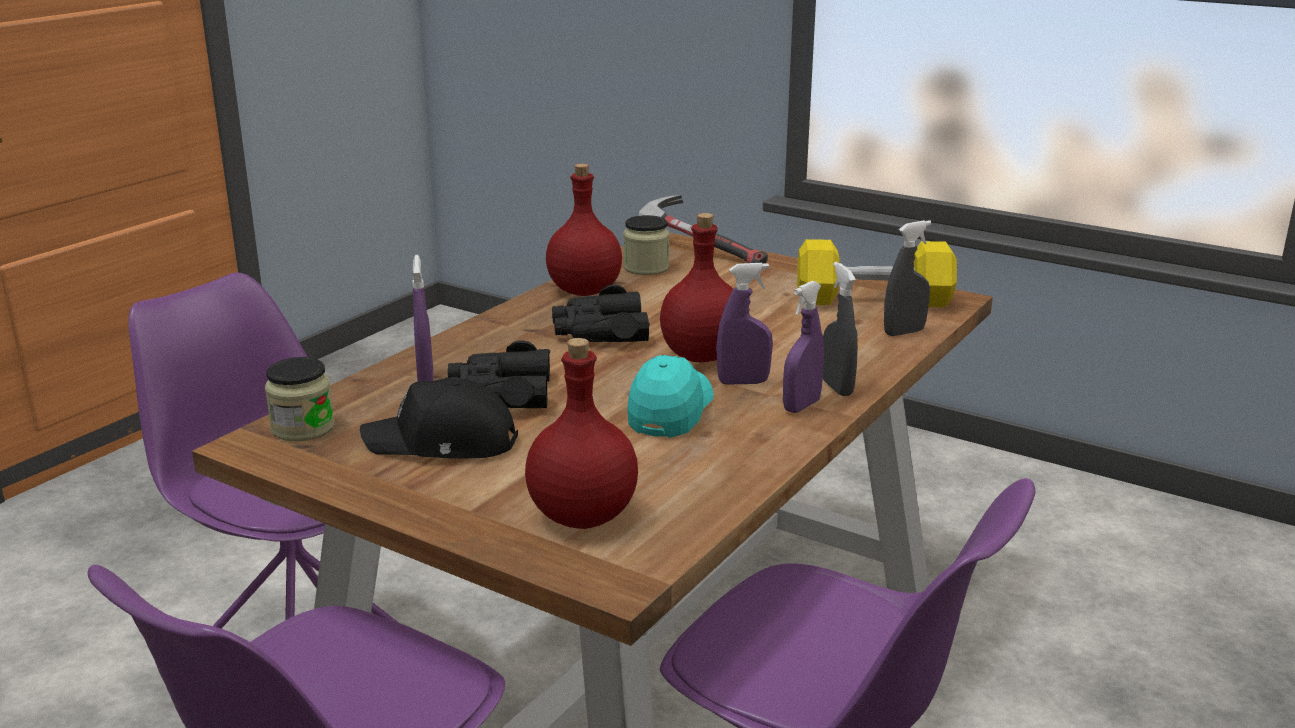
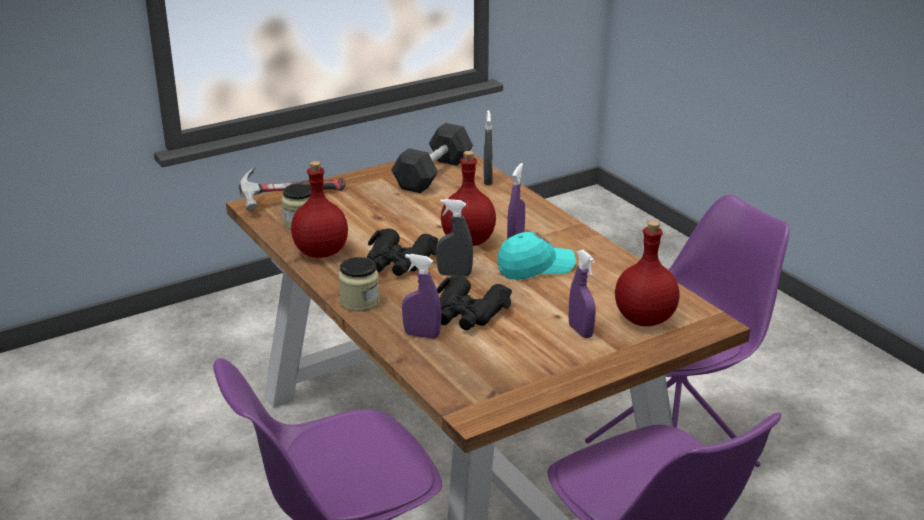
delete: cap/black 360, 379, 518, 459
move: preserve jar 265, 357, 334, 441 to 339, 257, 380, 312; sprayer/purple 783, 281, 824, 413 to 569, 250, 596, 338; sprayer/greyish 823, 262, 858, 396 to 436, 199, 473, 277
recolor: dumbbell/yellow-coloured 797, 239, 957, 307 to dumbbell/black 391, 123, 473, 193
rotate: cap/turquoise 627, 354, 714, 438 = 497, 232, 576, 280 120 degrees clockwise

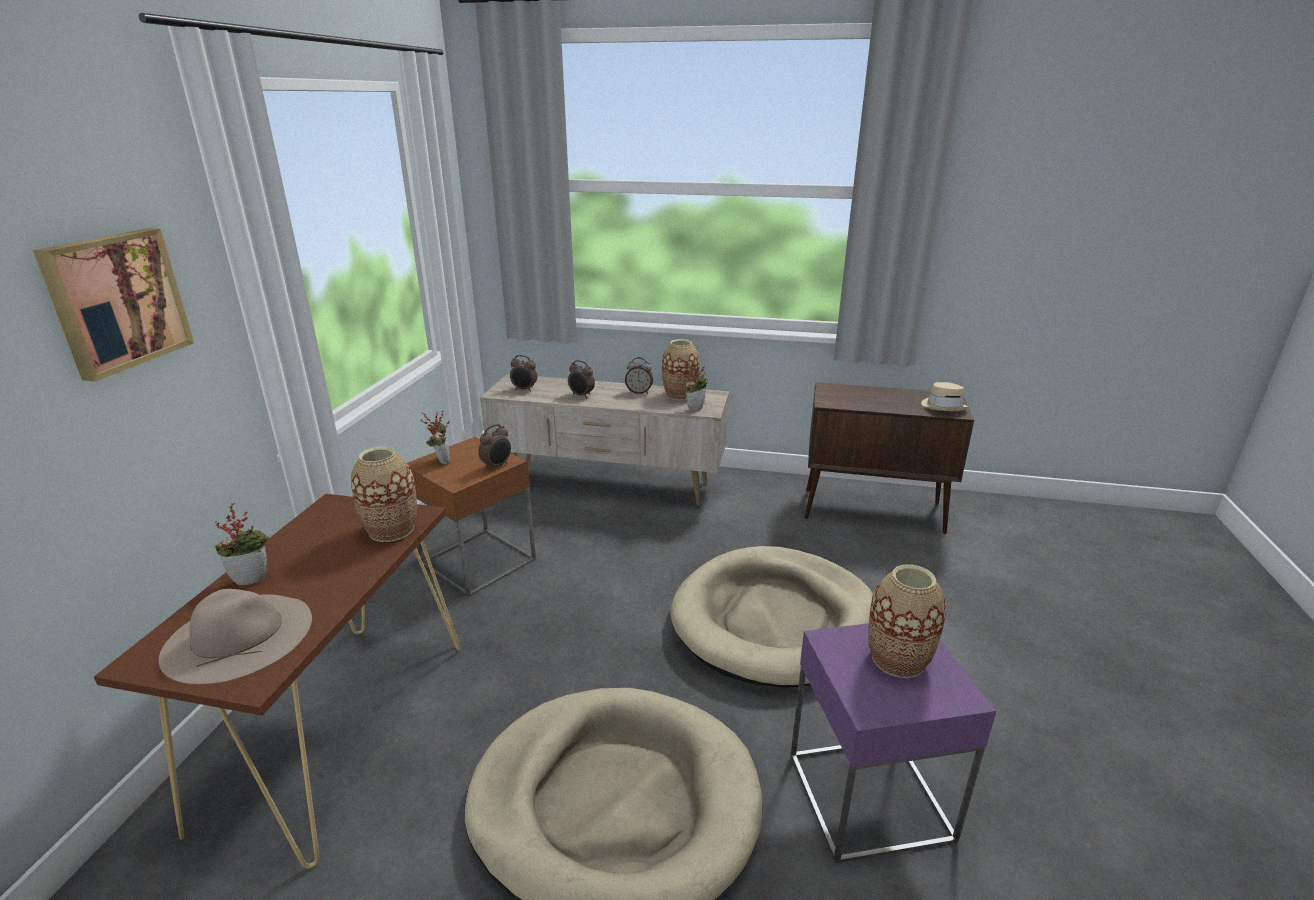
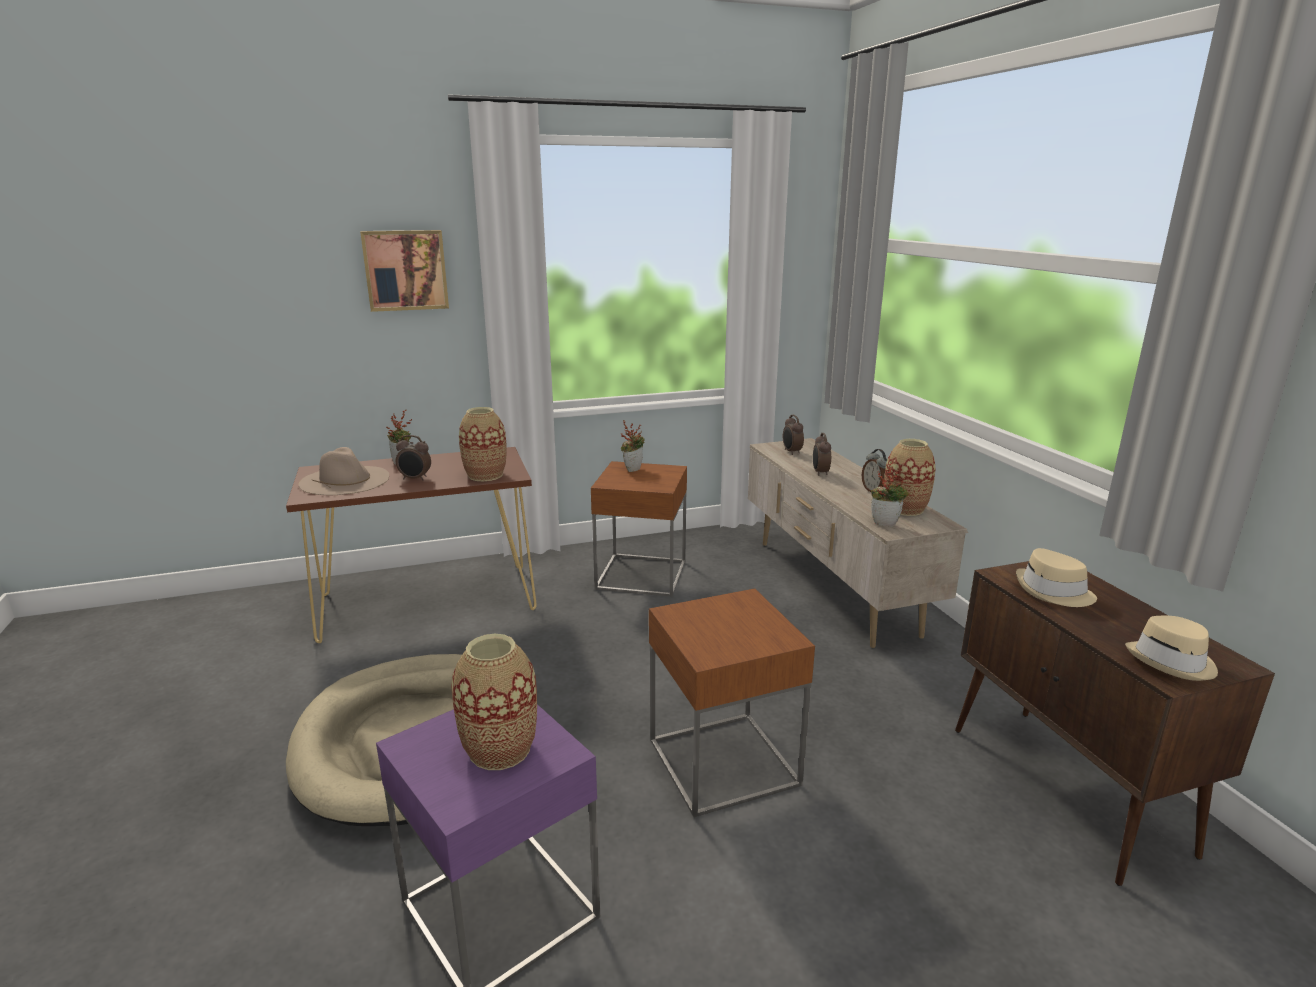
insert: hat/sand-coloured 1016, 548, 1097, 607
move: alarm clock 478, 424, 511, 471 to 396, 435, 431, 481
replace: dog bed/sand-coloured 670, 546, 873, 688 to accent table/brownish 649, 588, 815, 817

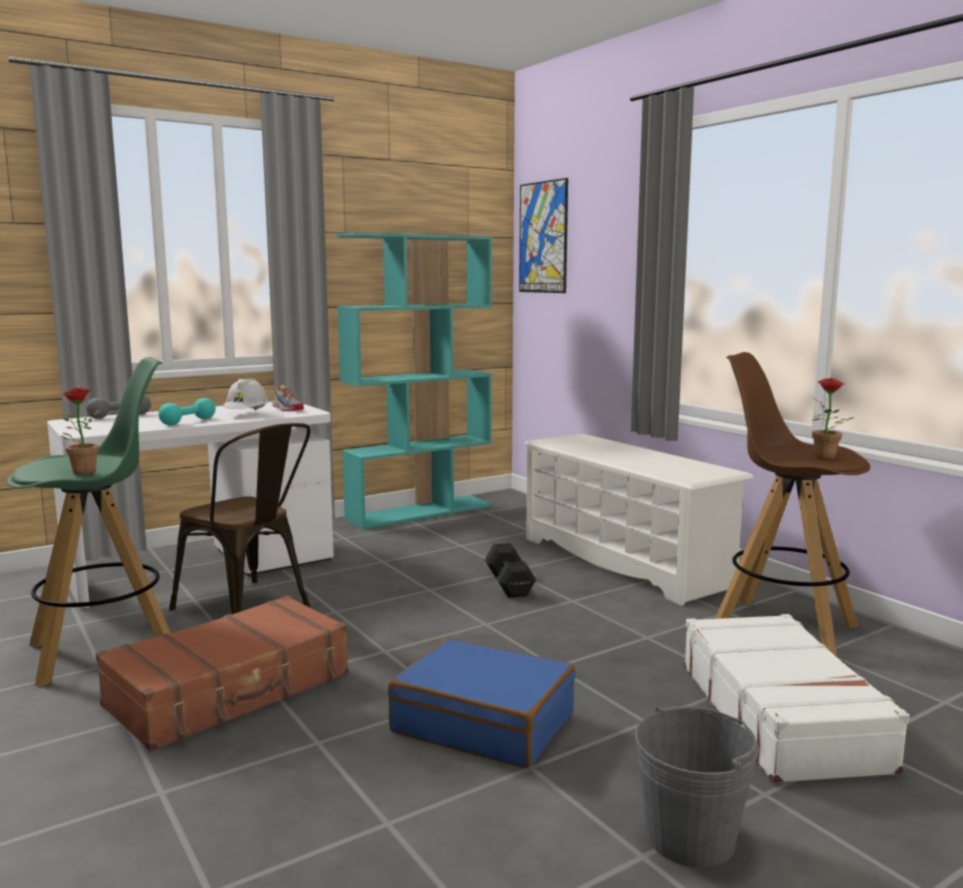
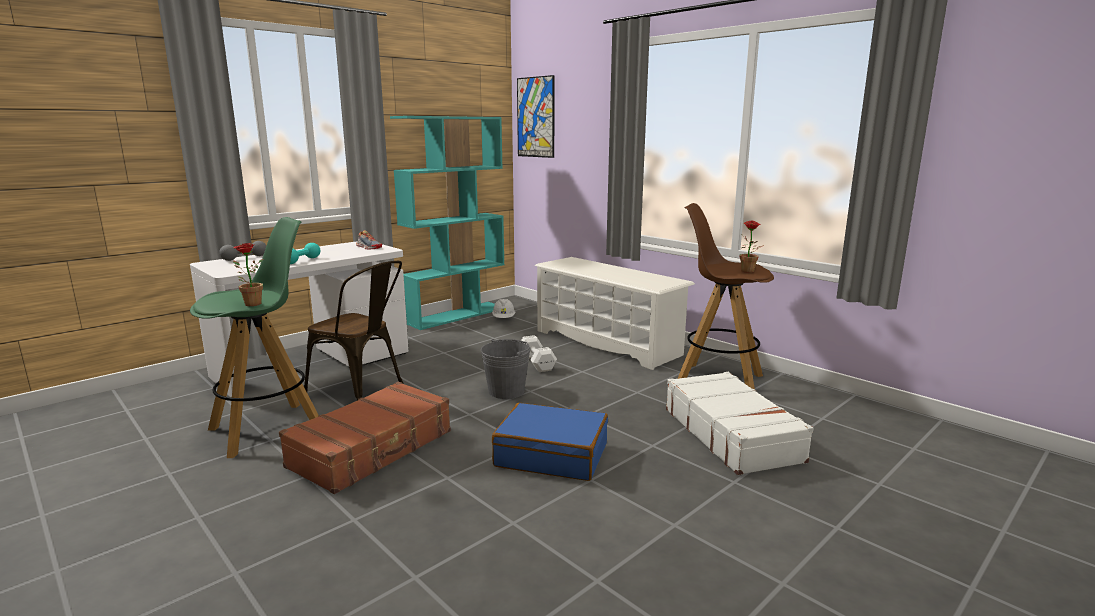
move: hard hat/whitish 223, 379, 269, 411 to 492, 299, 515, 318; bucket/greyish 635, 705, 759, 868 to 481, 339, 531, 399
recolor: dumbbell/black 485, 543, 536, 598 to dumbbell/whitish 521, 335, 557, 372

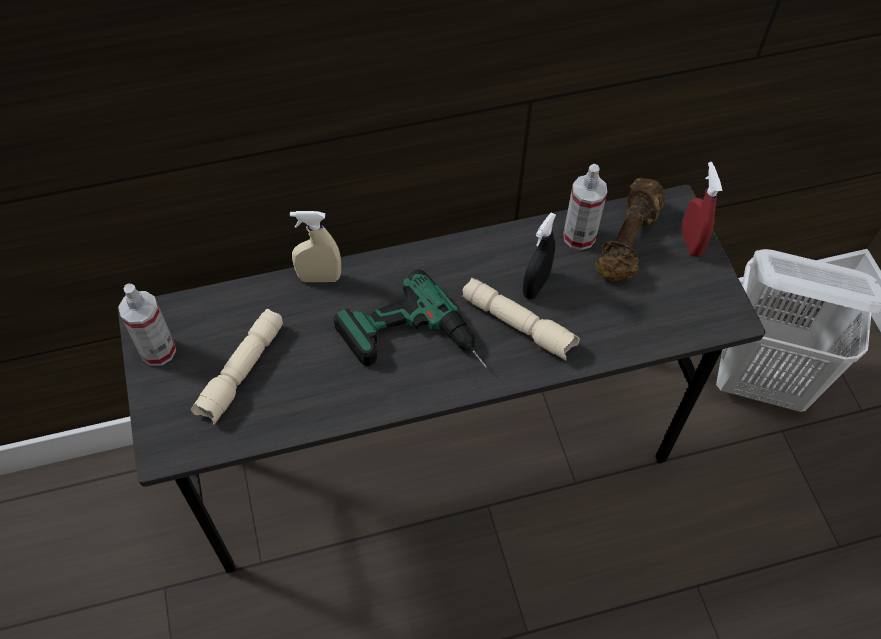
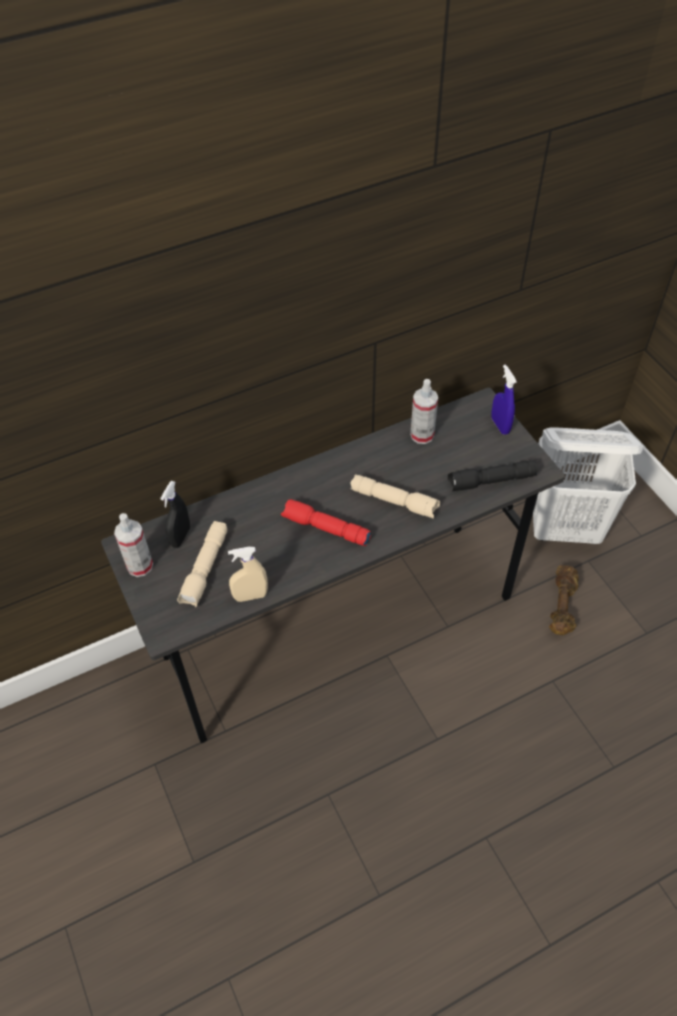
insert: hand torch/black 448, 460, 538, 492
move: sprayer/sand-coloured 290, 211, 341, 282 to 228, 547, 268, 602; sprayer/black 523, 213, 556, 299 to 160, 481, 190, 548; dumbbell/brownish 595, 178, 665, 281 to 549, 565, 579, 635
replace: drill 333, 269, 487, 368 to hand torch/red-coloured 281, 499, 371, 546
recolor: sprayer/red-coloured 681, 162, 723, 257 to sprayer/blue 491, 365, 517, 435

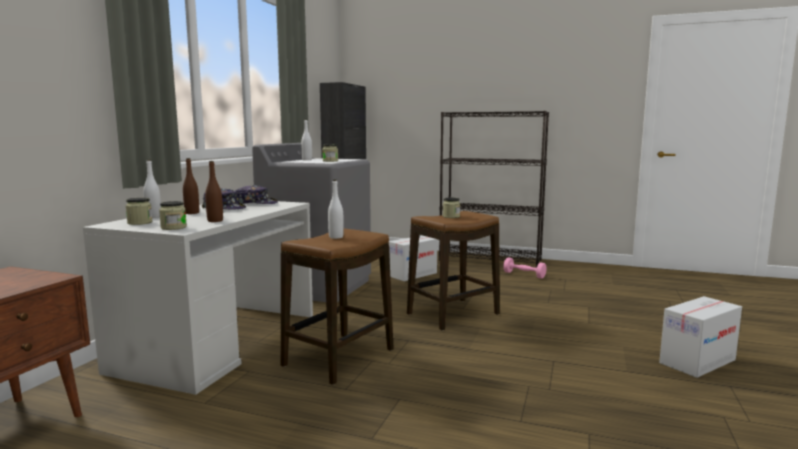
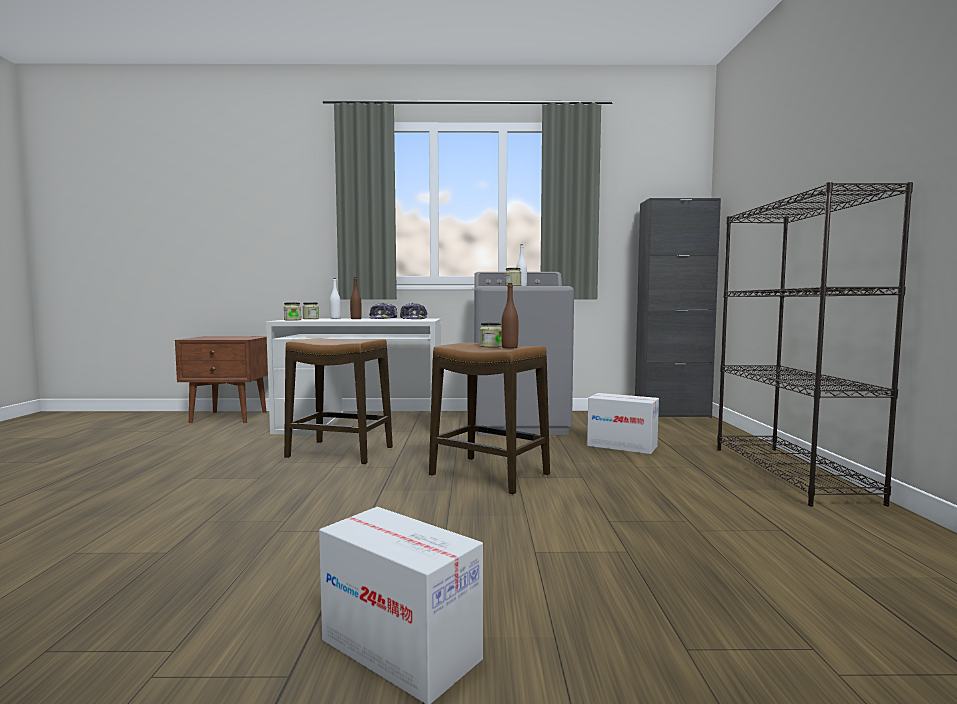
delete: bottle/whitish 328, 180, 344, 239; dumbbell/pinkish 503, 258, 547, 279
move: bottle/brownish 205, 161, 223, 222 to 501, 283, 518, 349

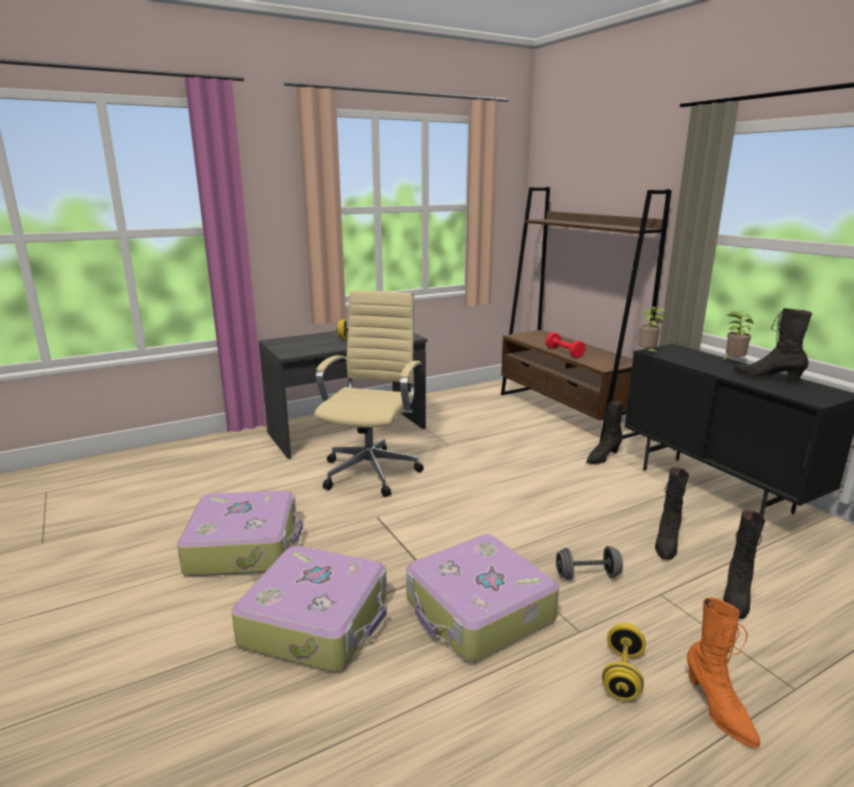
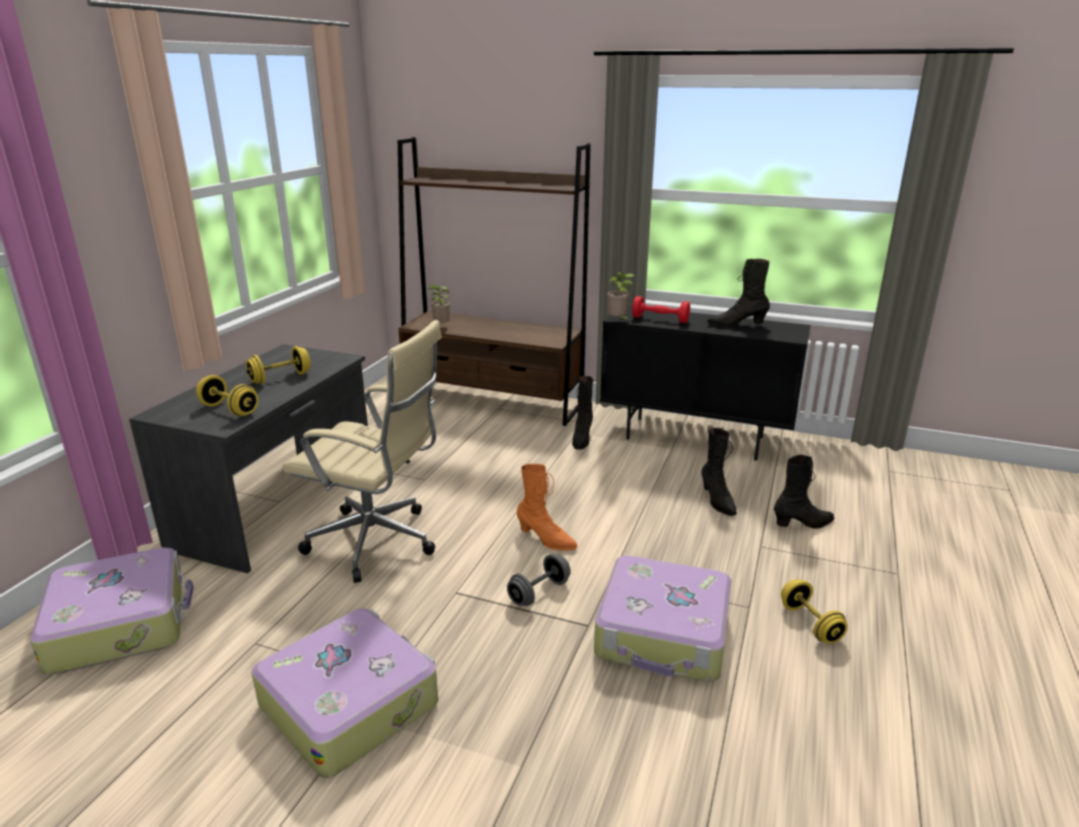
insert: dumbbell/yellow-coloured 196, 375, 259, 417
move: suitcase 232, 546, 387, 672 to 30, 547, 194, 675; dumbbell/red-coloured 546, 332, 586, 358 to 632, 296, 690, 323; dumbbell/greyish 556, 546, 623, 580 to 507, 554, 571, 606; boot/orange 687, 597, 760, 748 to 517, 464, 577, 551; houseplant 720, 312, 754, 362 to 428, 285, 450, 323
rotate: desk chair/sand-coloured 314, 290, 424, 497 = 282, 320, 442, 583 135 degrees clockwise; boot/black 723, 510, 765, 619 = 774, 455, 834, 529 90 degrees counterclockwise

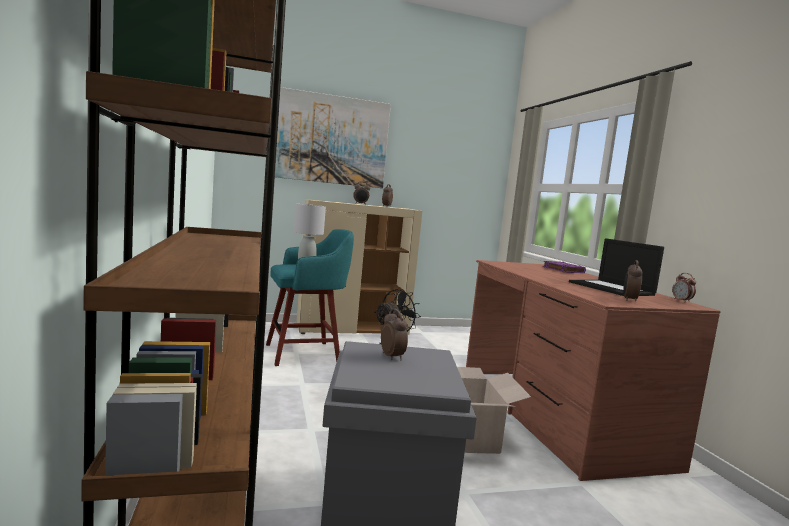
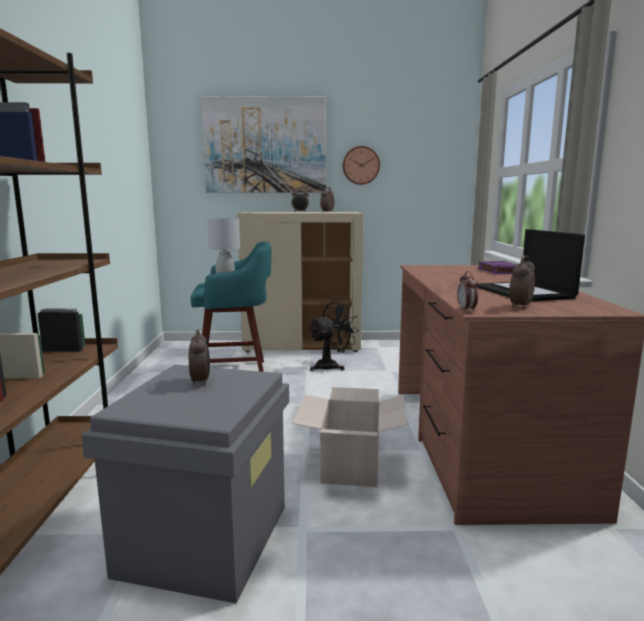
insert: hanging clock 343, 146, 380, 185
move: alarm clock 672, 273, 696, 303 to 457, 271, 478, 312

